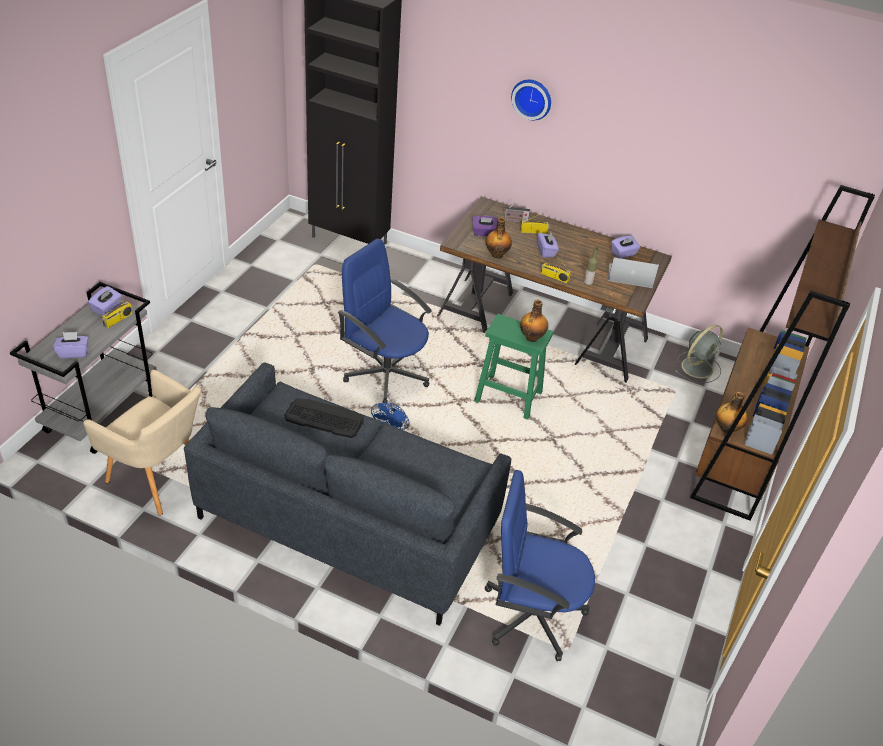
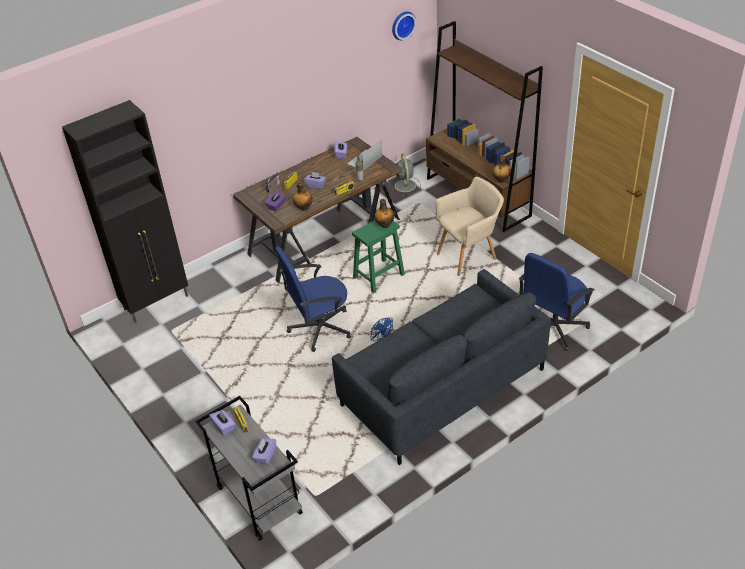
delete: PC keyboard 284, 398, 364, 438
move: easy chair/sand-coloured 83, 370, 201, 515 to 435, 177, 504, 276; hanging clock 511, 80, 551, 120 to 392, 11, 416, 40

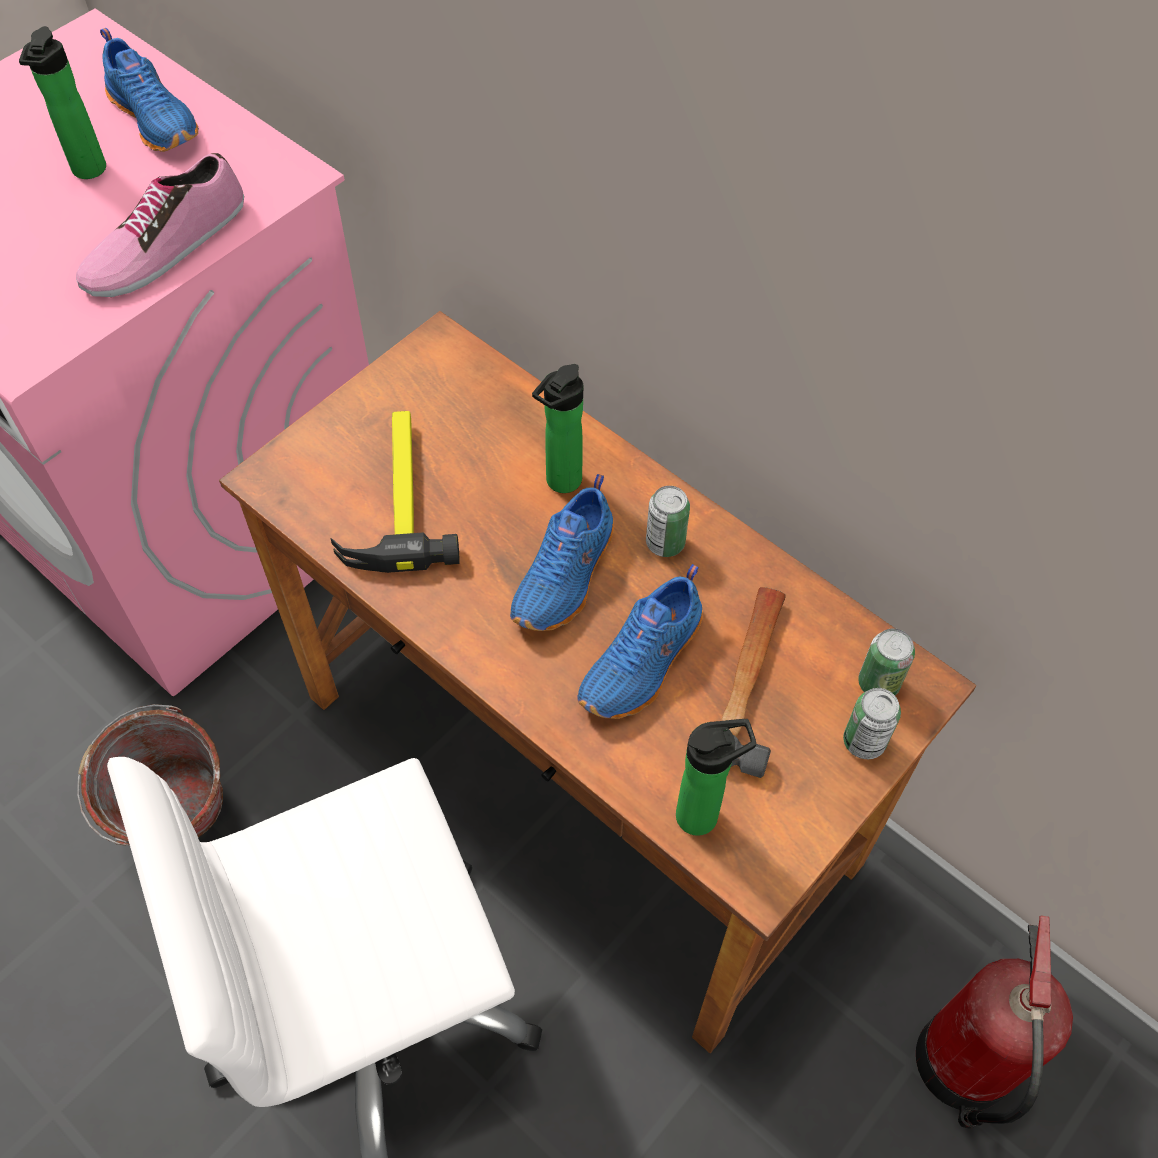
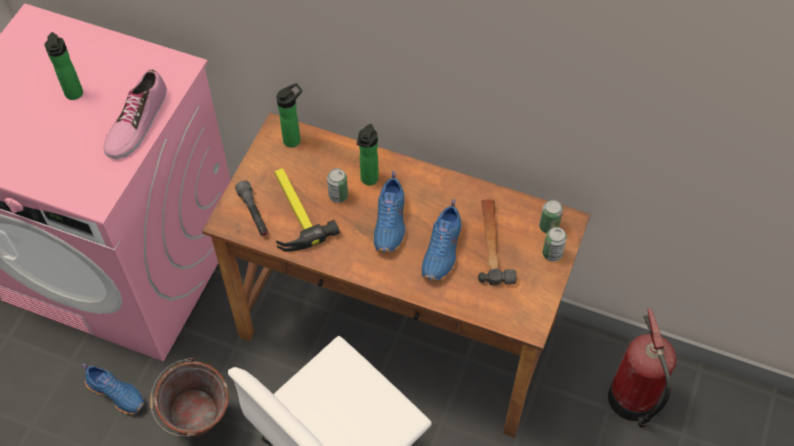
insert: hand torch/greyish 235, 181, 268, 236
move: item of footwear/blue 100, 28, 199, 152 to 82, 363, 144, 414; sealed can 646, 486, 690, 557 to 327, 168, 348, 203; bottle 676, 719, 756, 836 to 276, 83, 302, 148

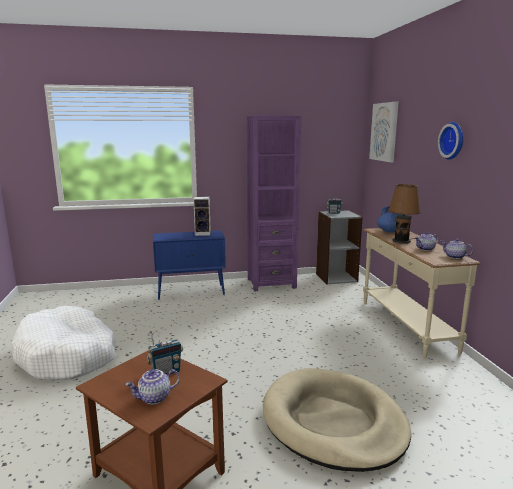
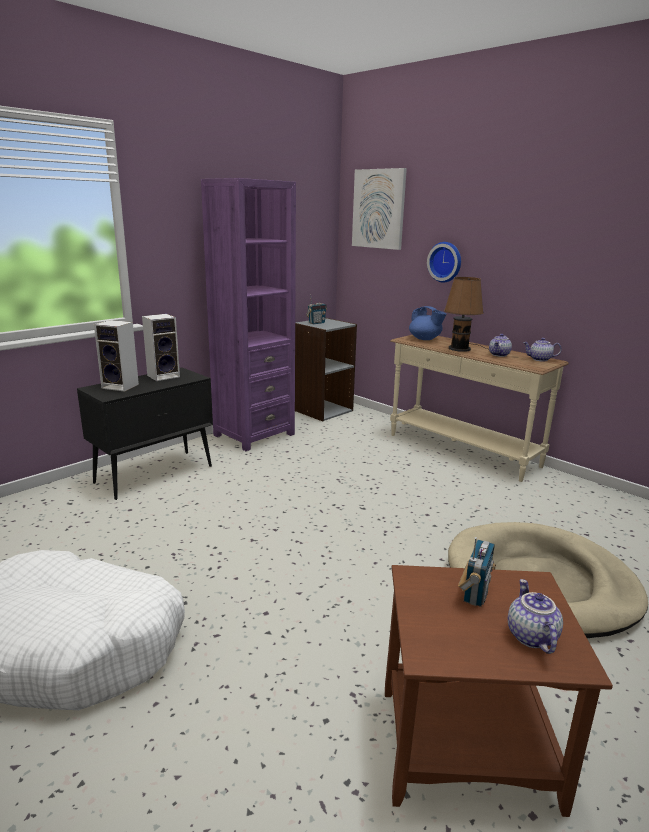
insert: speaker 94, 320, 139, 392
move: hanging clock 438, 122, 464, 159 to 427, 242, 461, 283
recolor: storage cabinet/blue 153, 231, 226, 300 to storage cabinet/black 77, 367, 213, 500
rotate: teapot 125, 369, 180, 404 = 508, 579, 563, 654 150 degrees clockwise

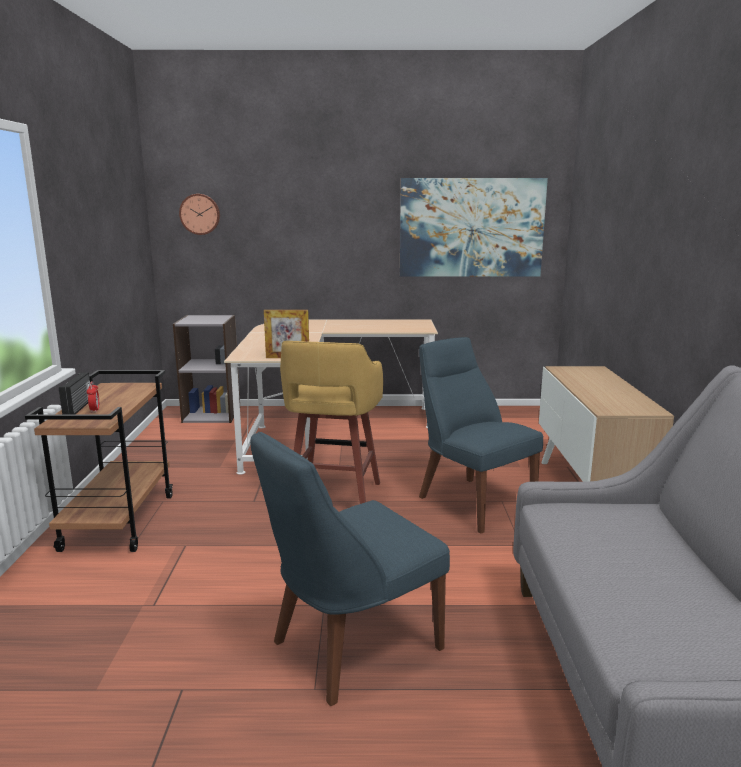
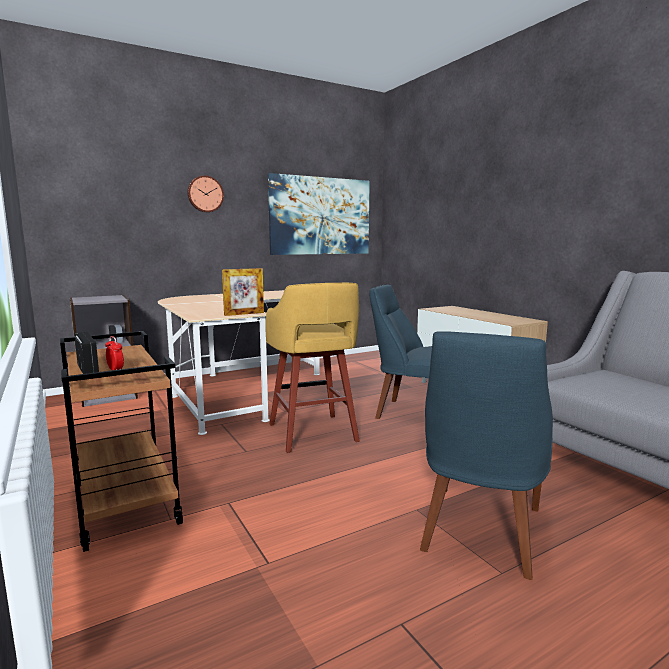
move: hanging clock 179, 194, 220, 235 to 188, 175, 224, 212

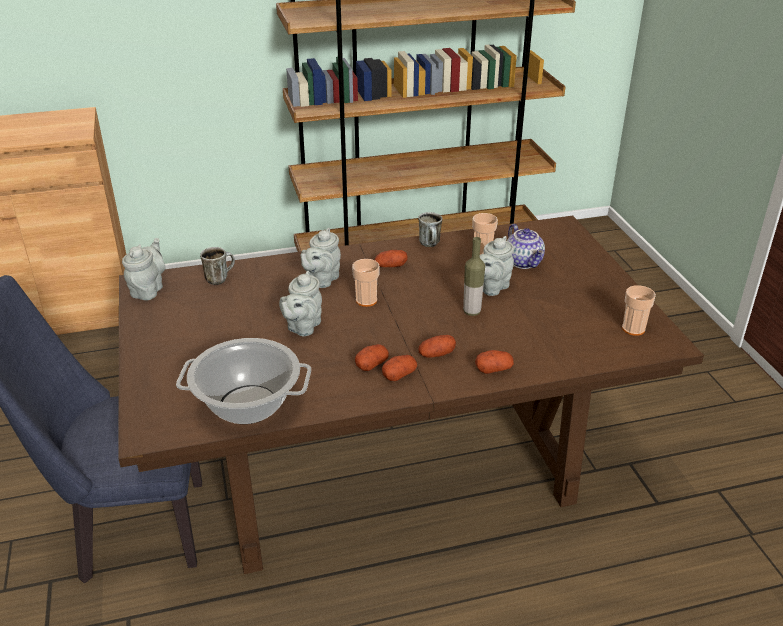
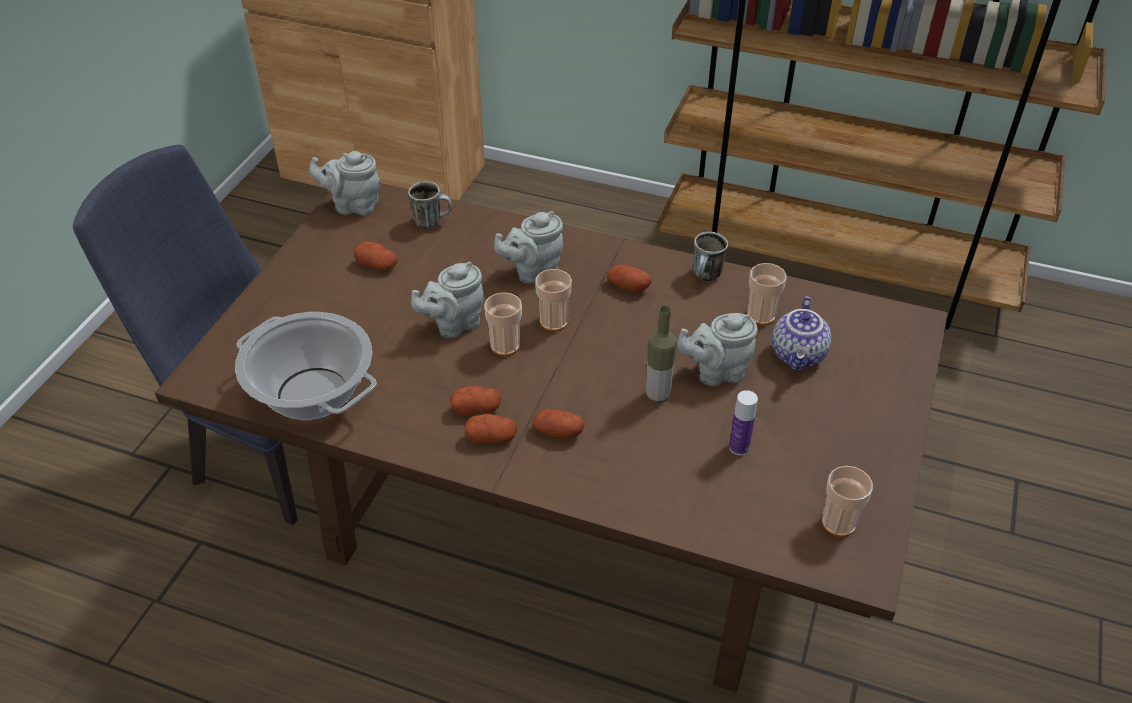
insert: drinking cup 484, 292, 522, 356; bottle 729, 390, 758, 455
move: potato 475, 350, 514, 374 to 354, 242, 398, 270
rotate: teapot/greyish 122, 238, 166, 300 = 309, 151, 381, 215 135 degrees counterclockwise

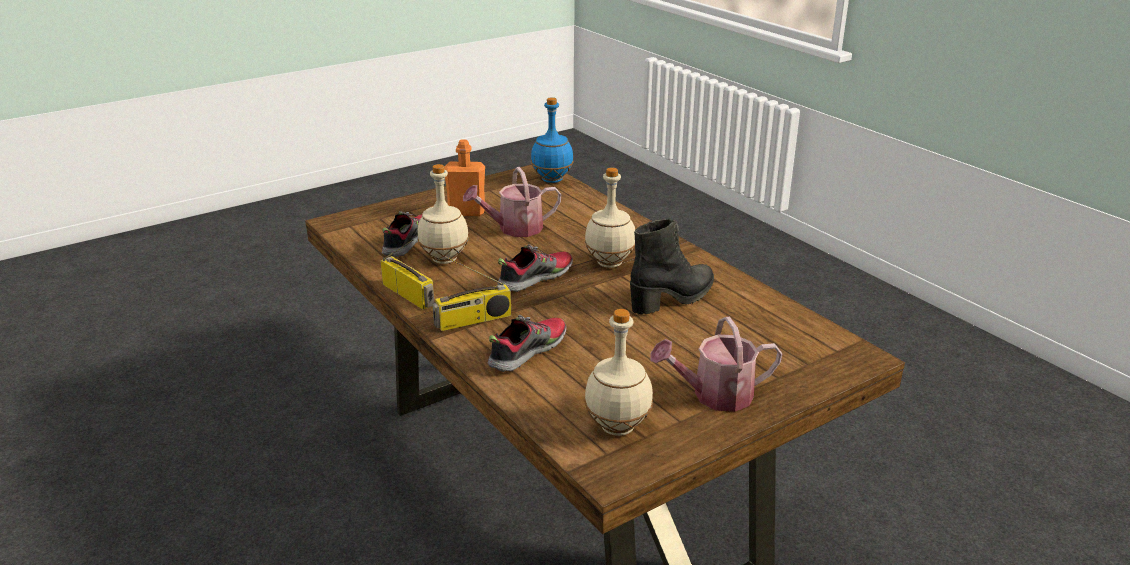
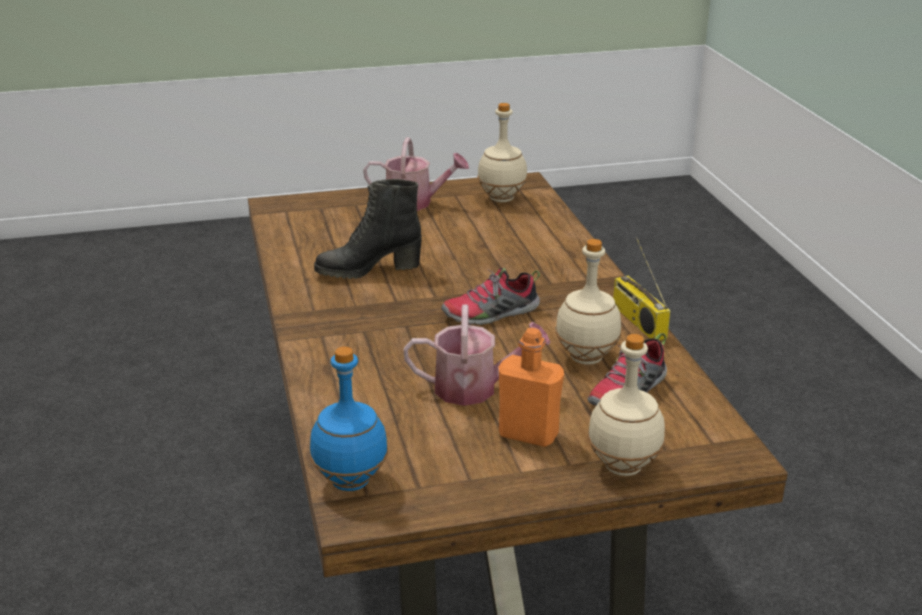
delete: radio set 432, 256, 511, 331; item of footwear 488, 315, 566, 372
move: bottle/sand-coloured 585, 167, 635, 268 to 588, 334, 665, 476

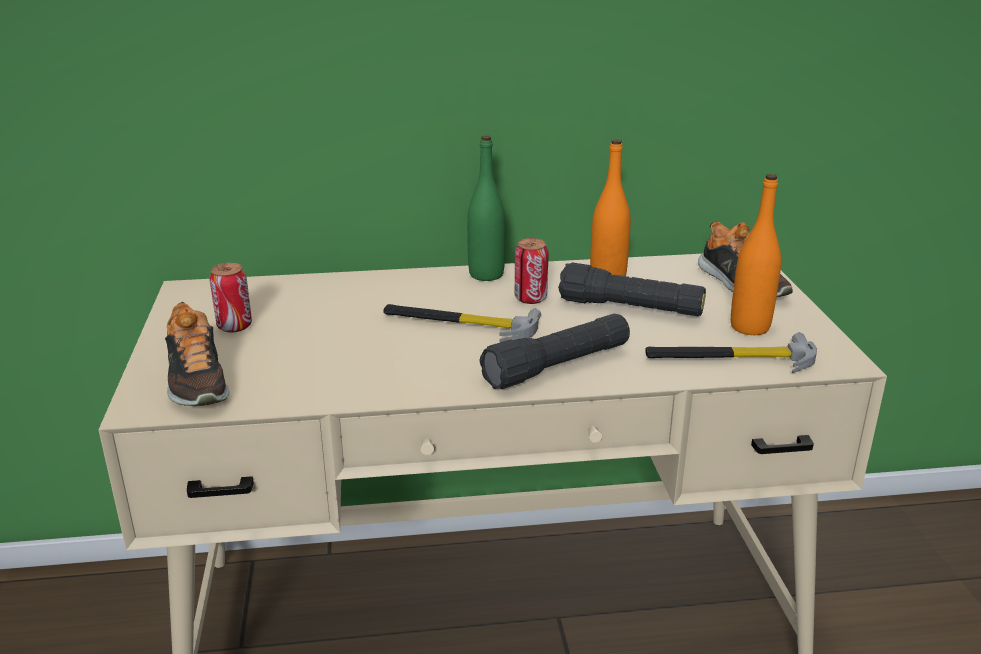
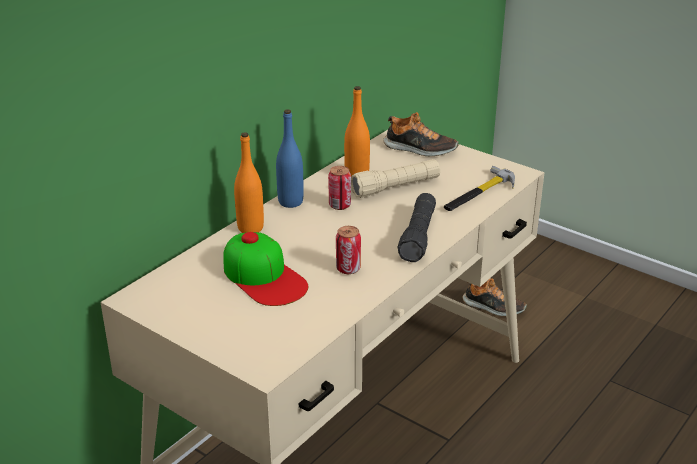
delete: tool hammer 383, 304, 541, 342
insert: cap 223, 232, 308, 306
move: item of footwear 165, 302, 230, 406 to 463, 278, 527, 316; sealed can 210, 263, 252, 332 to 336, 226, 361, 274; bottle/orange 731, 174, 781, 335 to 234, 132, 264, 233
recolor: bottle/greenish 467, 136, 505, 281 to bottle/blue 276, 109, 304, 208; hand torch/black 558, 263, 706, 316 to hand torch/sand-coloured 351, 159, 440, 198

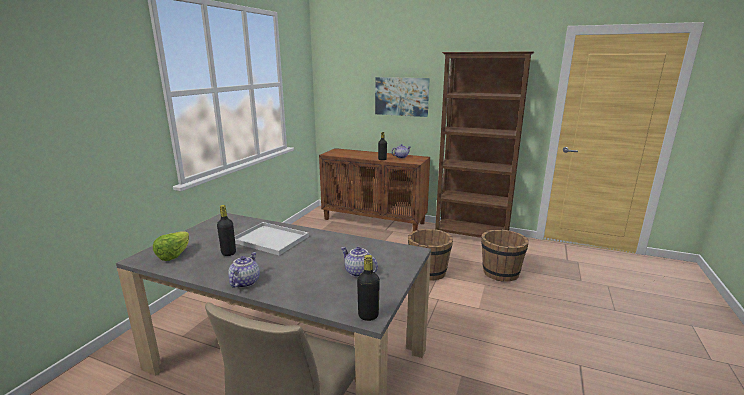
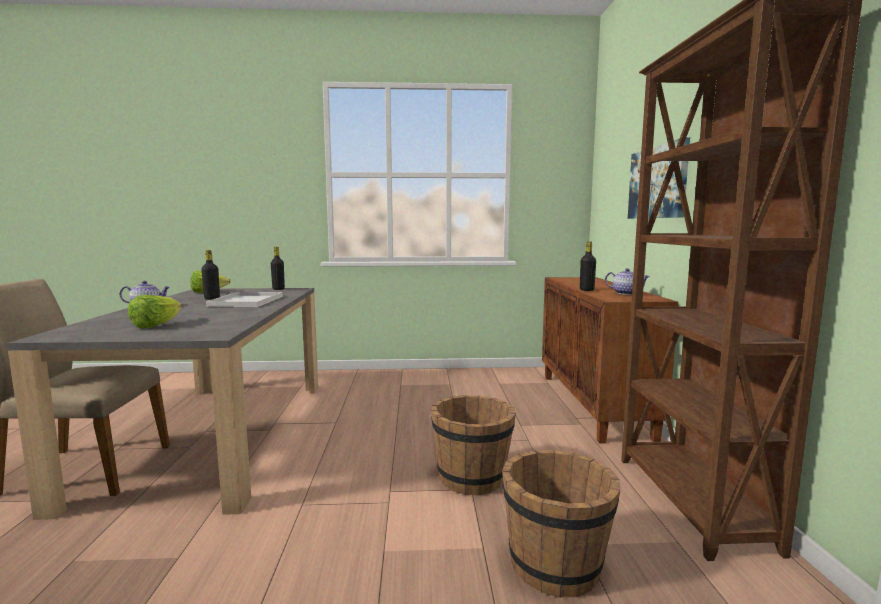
move: bottle/black 357, 255, 380, 321 to 271, 247, 285, 290
replace: teapot 341, 247, 378, 277 to lettuce head 128, 295, 182, 329

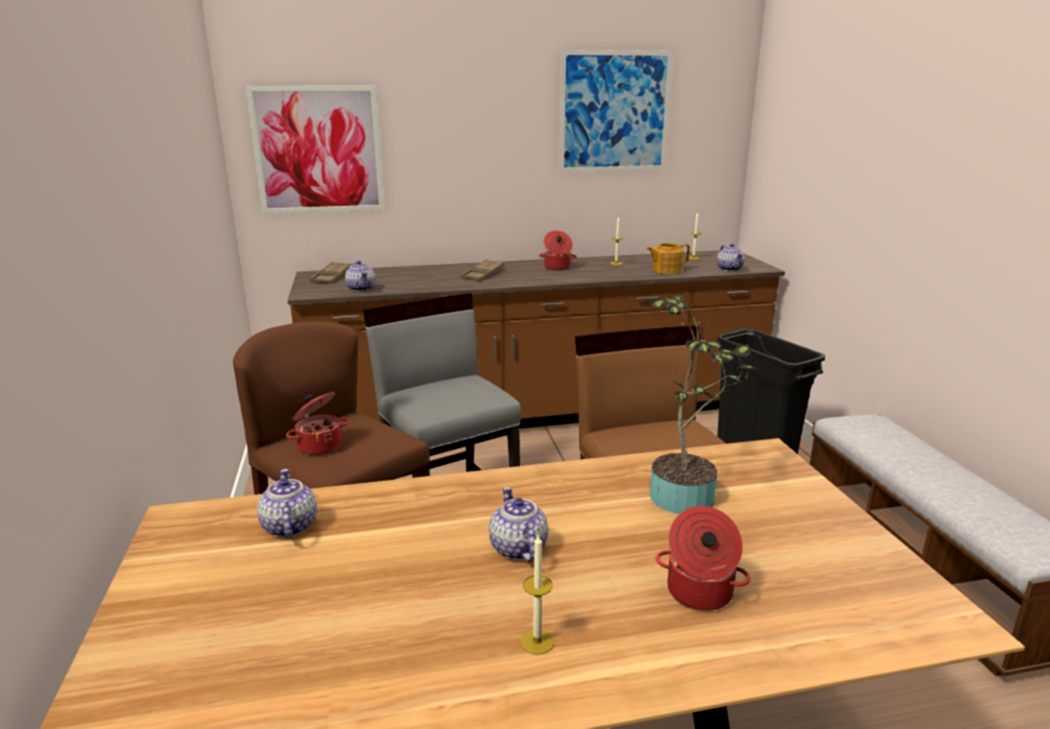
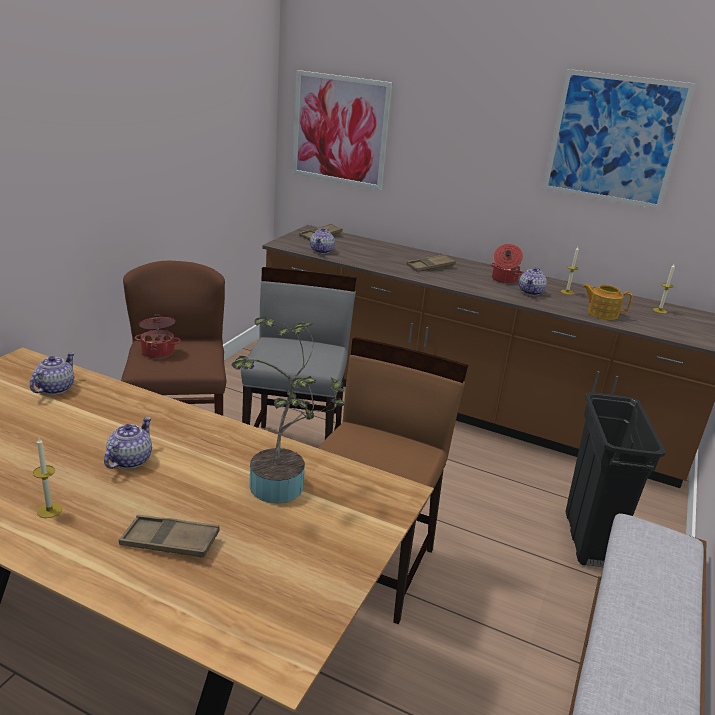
move: teapot 717, 243, 745, 271 to 519, 267, 547, 296
replace: saucepot 656, 506, 751, 611 to serving tray/brownish 119, 515, 220, 557

